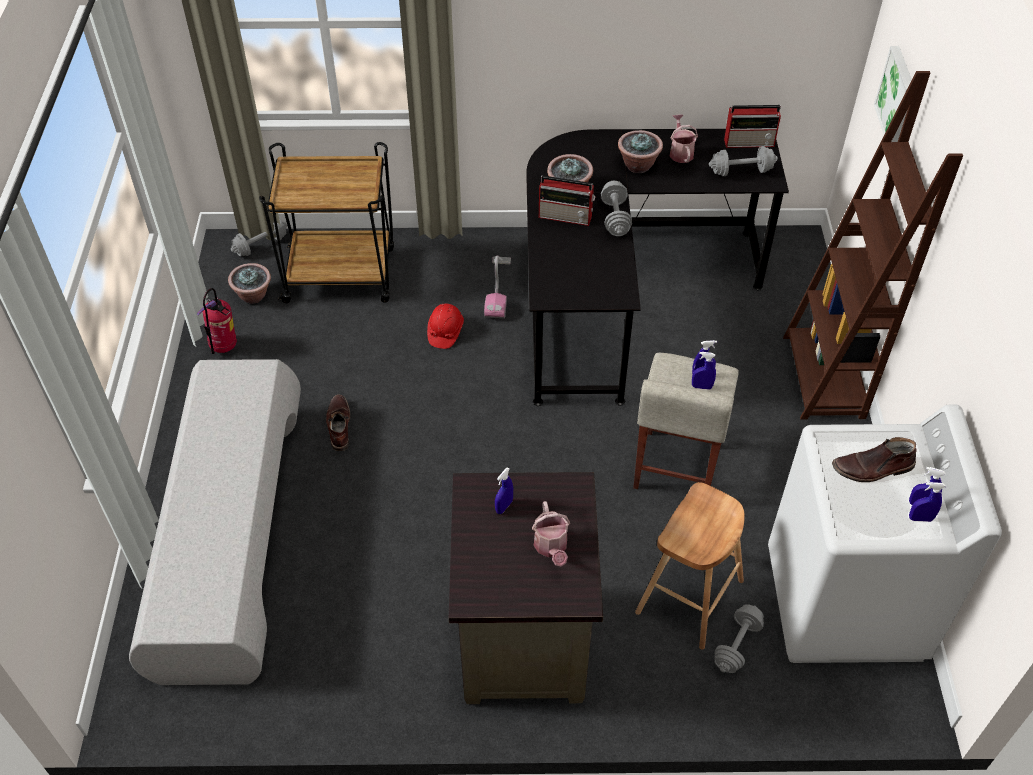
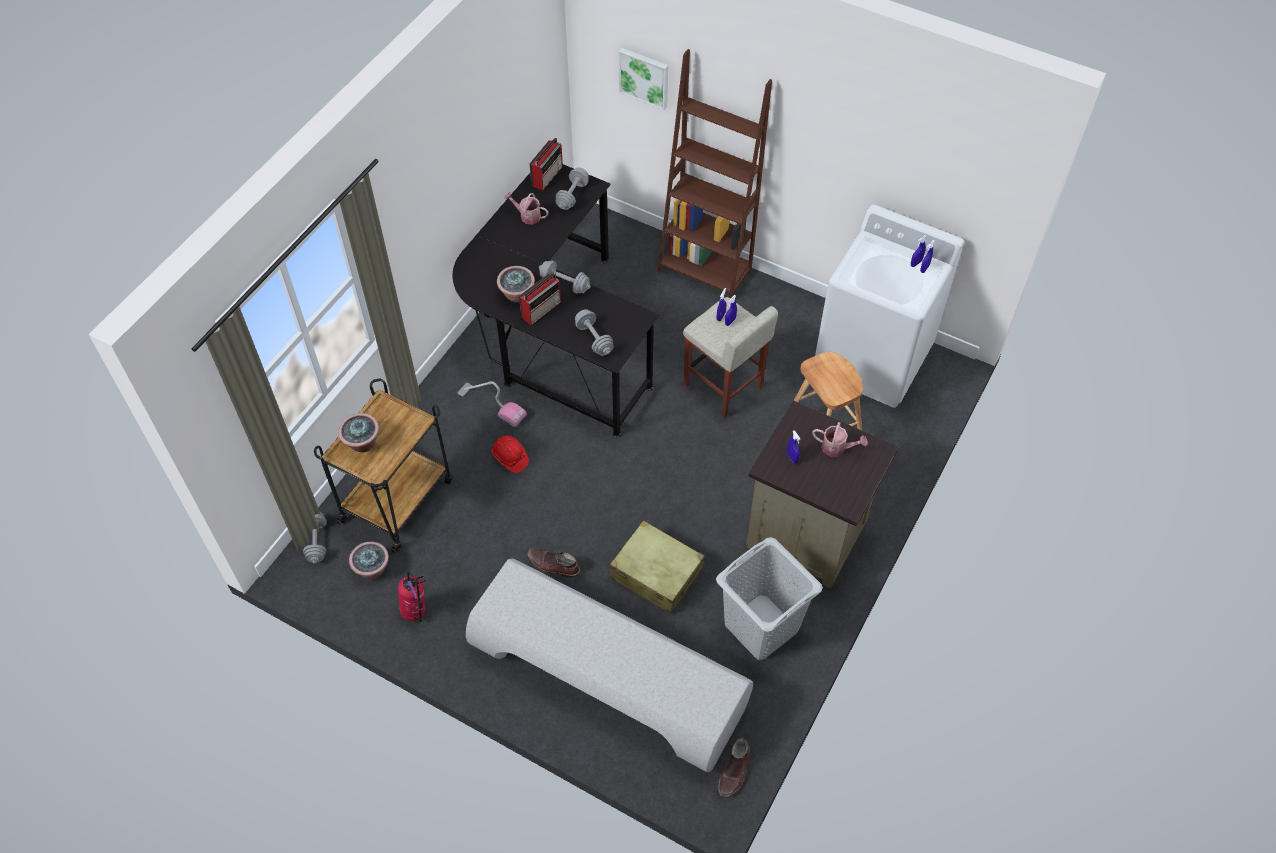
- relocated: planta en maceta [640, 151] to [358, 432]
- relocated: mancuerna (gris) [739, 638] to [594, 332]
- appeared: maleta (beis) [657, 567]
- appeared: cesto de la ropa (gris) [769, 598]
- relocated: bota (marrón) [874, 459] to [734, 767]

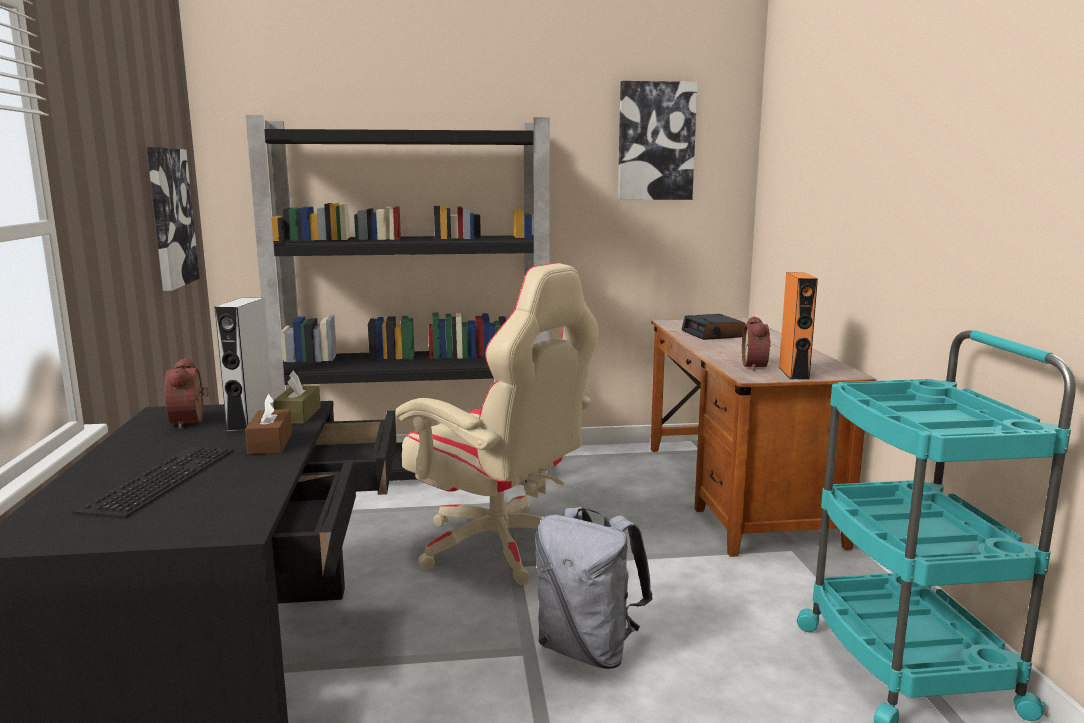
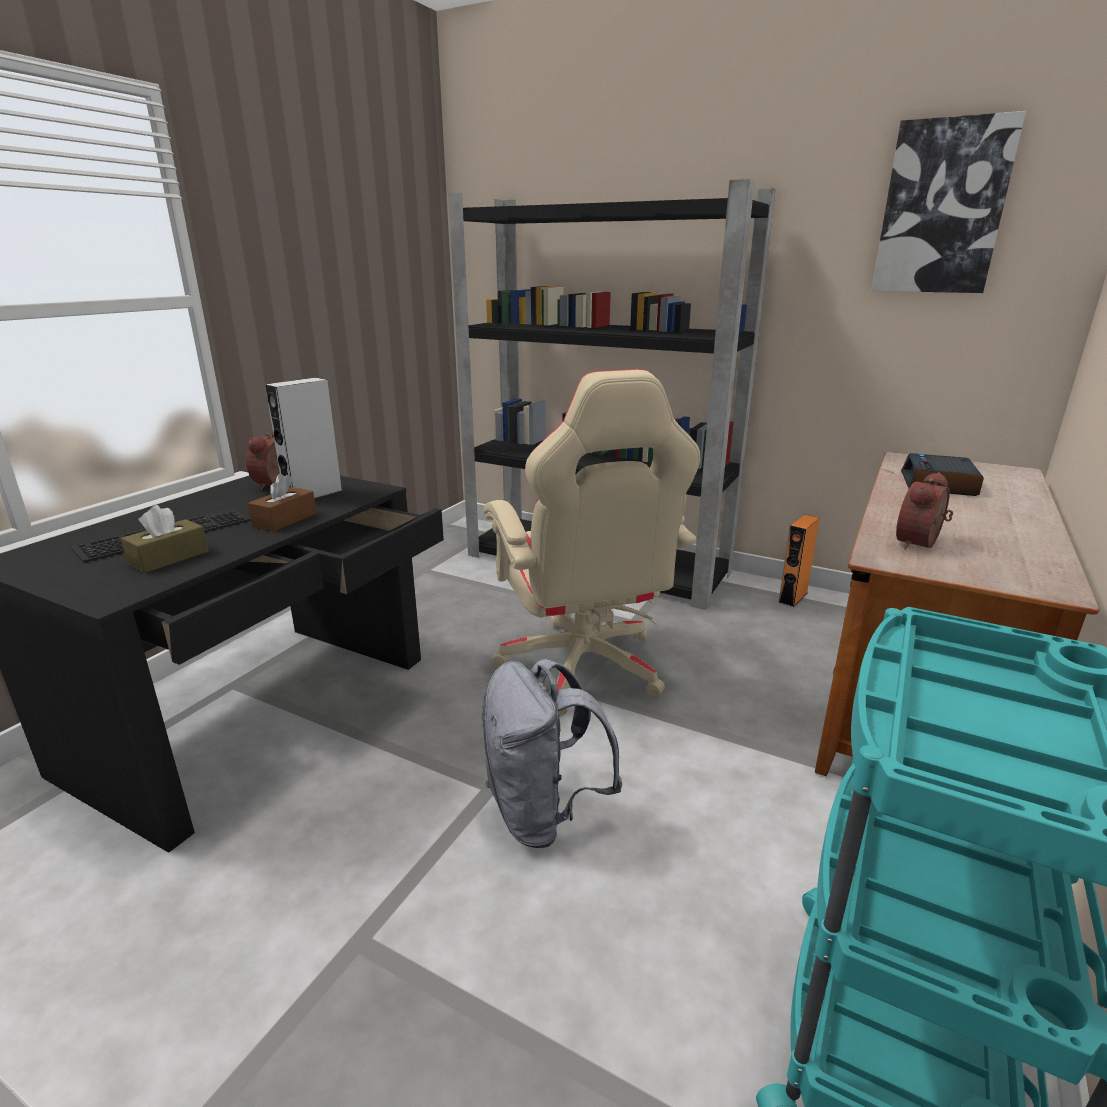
- relocated: caja de pañuelos (marrón) [297, 397] to [165, 539]
- relocated: altavoz (naranja) [798, 326] to [799, 561]
- missing: cuadro [173, 219]

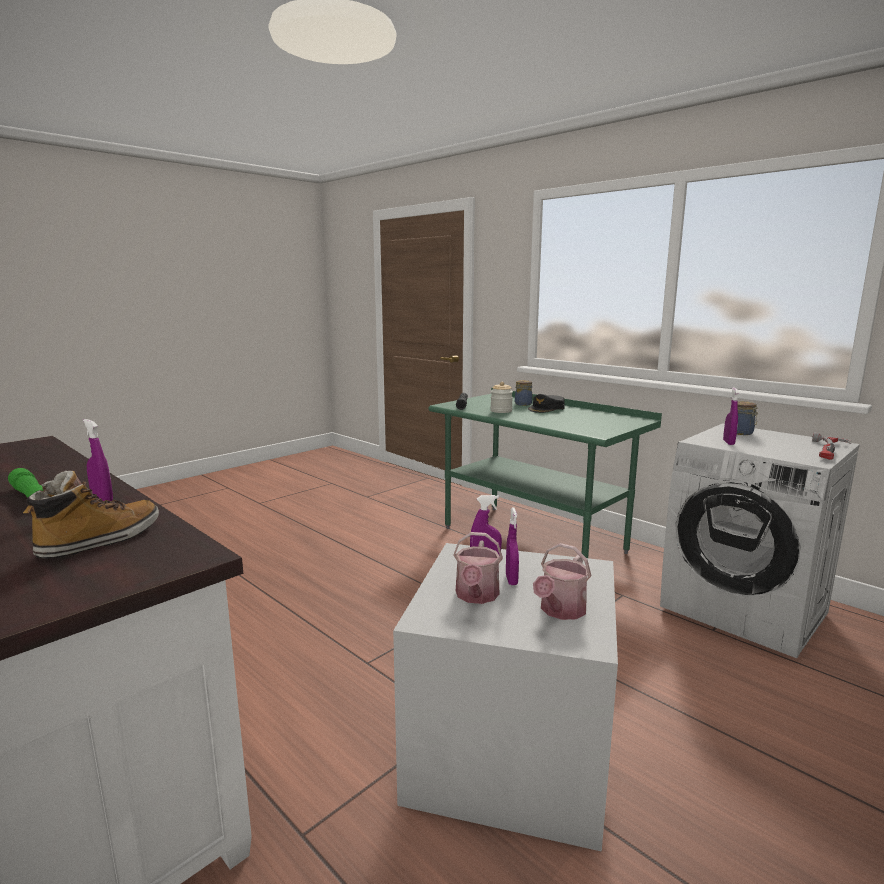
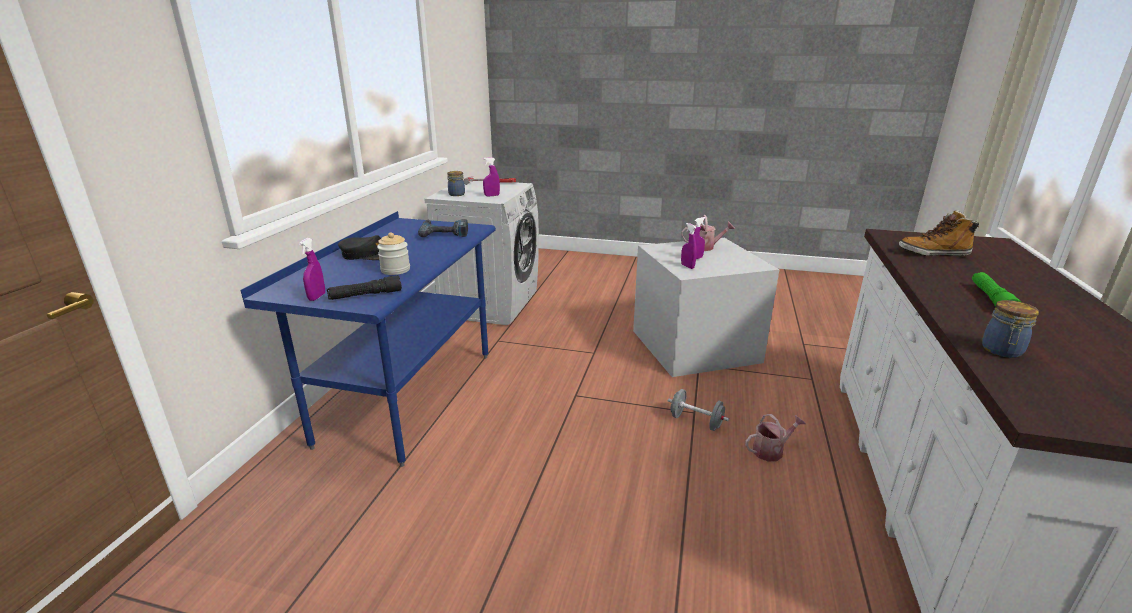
- colour: escritorio (verde) [545, 473] to escritorio (azul) [368, 339]
- relocated: pulverizador (morado) [98, 460] to [312, 269]
- appeared: taladro [443, 228]
- appeared: mancuerna (gris) [698, 410]
- relocated: regadera [478, 568] to [775, 438]
- relocated: tarro [523, 393] to [1010, 329]

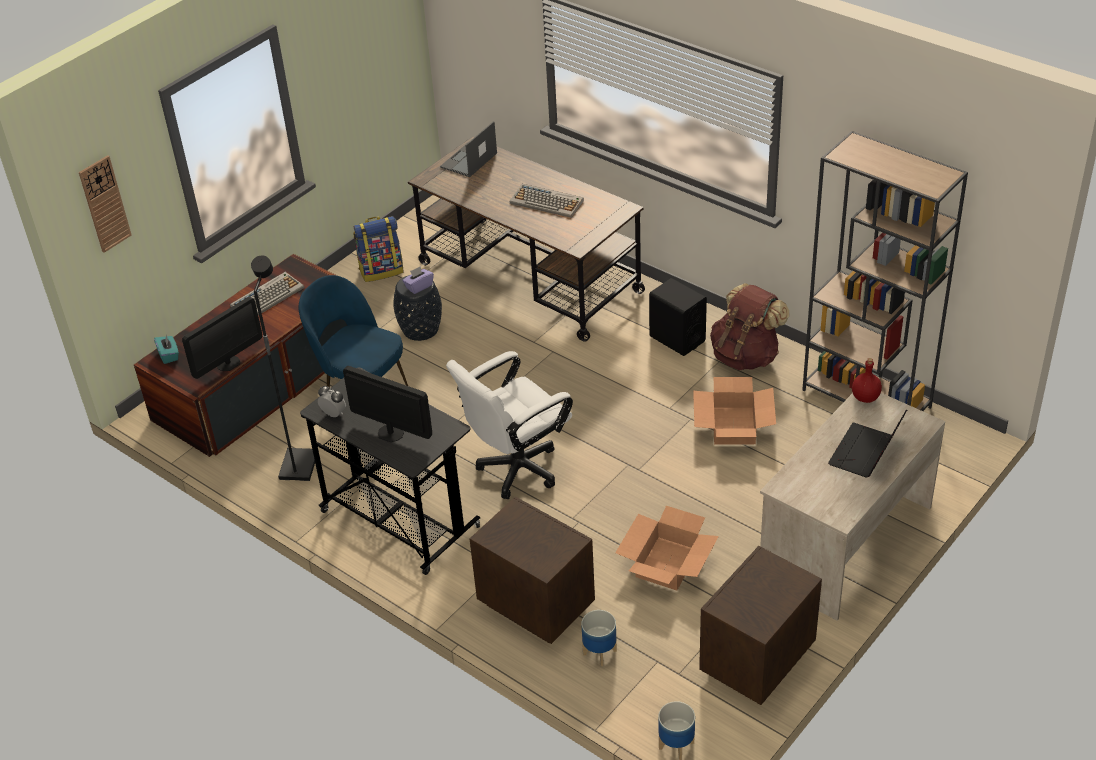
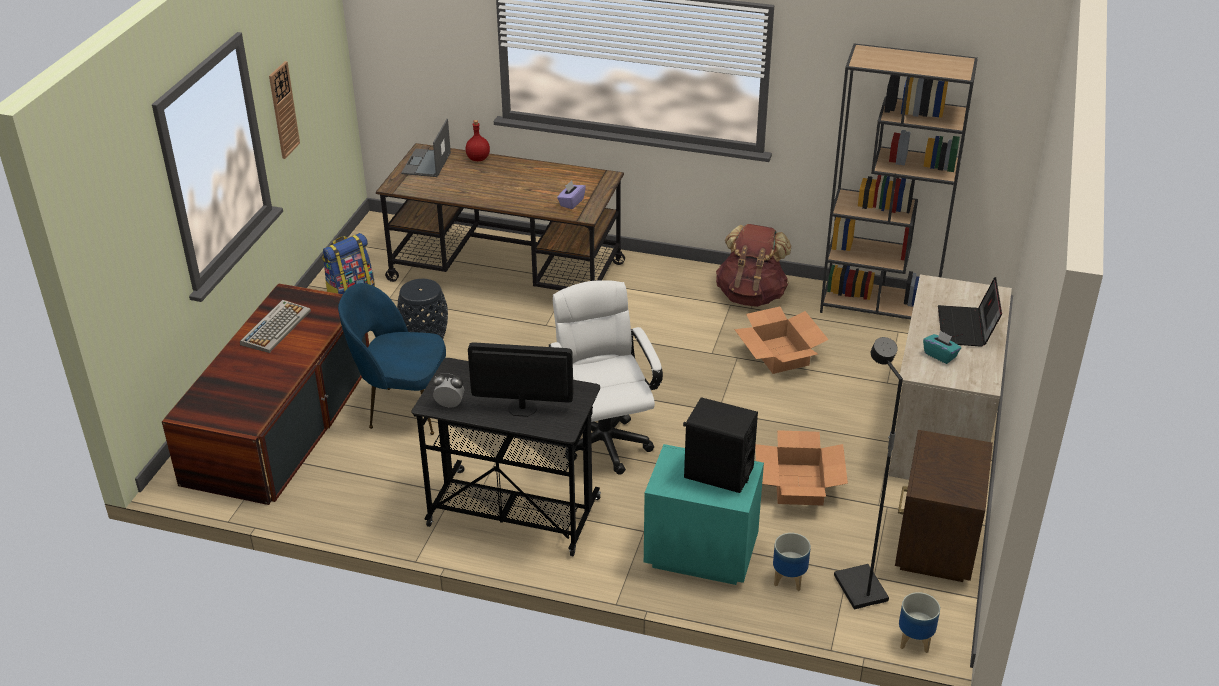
- relocated: reloj de pared [105, 204] to [284, 110]
- relocated: botella (rojo) [867, 380] to [478, 140]
- spun: silla de oficina (blanco) [509, 425] = [606, 377] 135 degrees clockwise
- relocated: caja de pañuelos (morado) [418, 280] to [571, 195]
- colour: mesita de noche (marrón) [532, 570] to mesita de noche (turquesa) [704, 514]
- relocated: altavoz (negro) [678, 317] to [720, 445]
- relocated: lámpara de pie (negro) [283, 368] to [868, 473]
- relocated: caja de pañuelos (turquesa) [166, 349] to [942, 347]
- missing: monitor [222, 338]
- missing: teclado [547, 201]

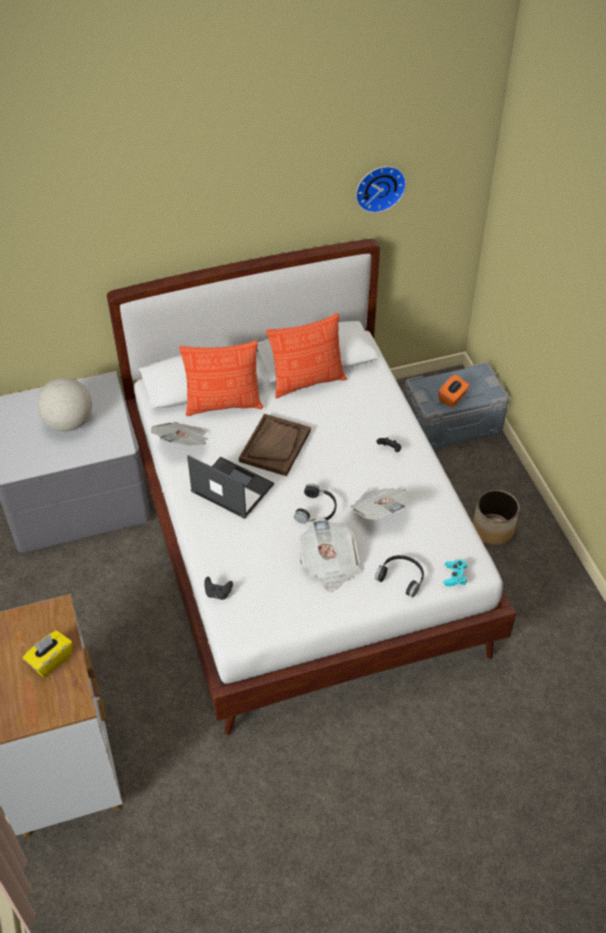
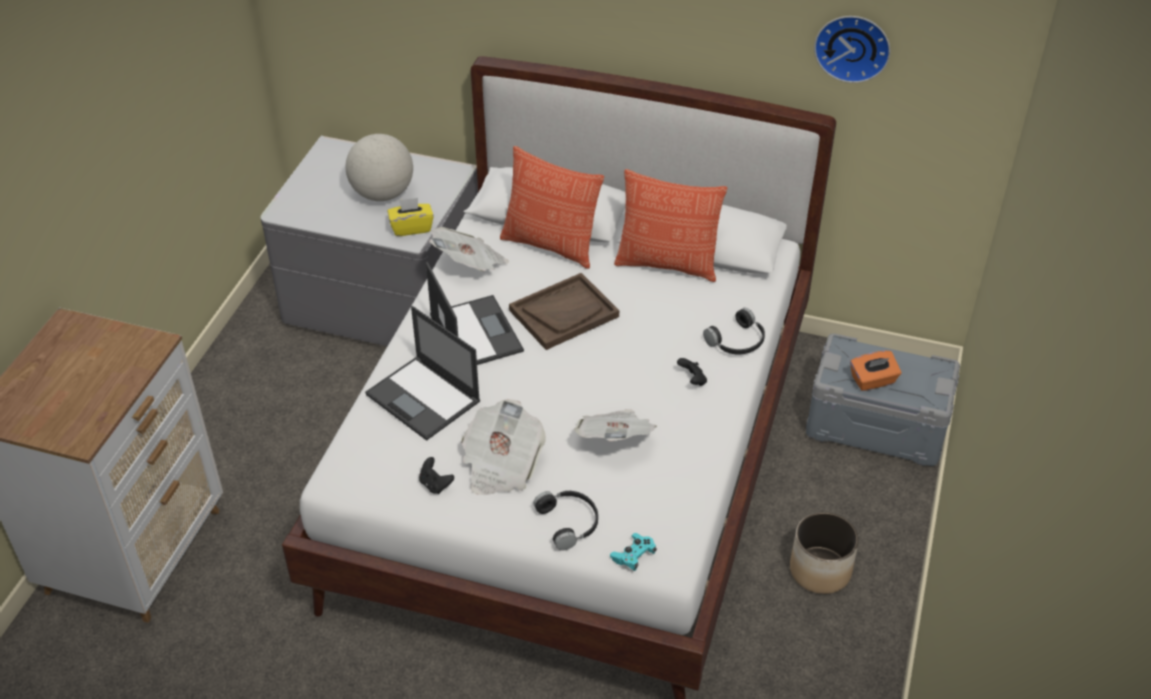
- appeared: portátil [422, 373]
- relocated: caja de pañuelos (amarillo) [48, 653] to [411, 217]
- relocated: mando de consola (negro) [218, 588] to [436, 475]
- relocated: auriculares (negro) [315, 503] to [734, 331]

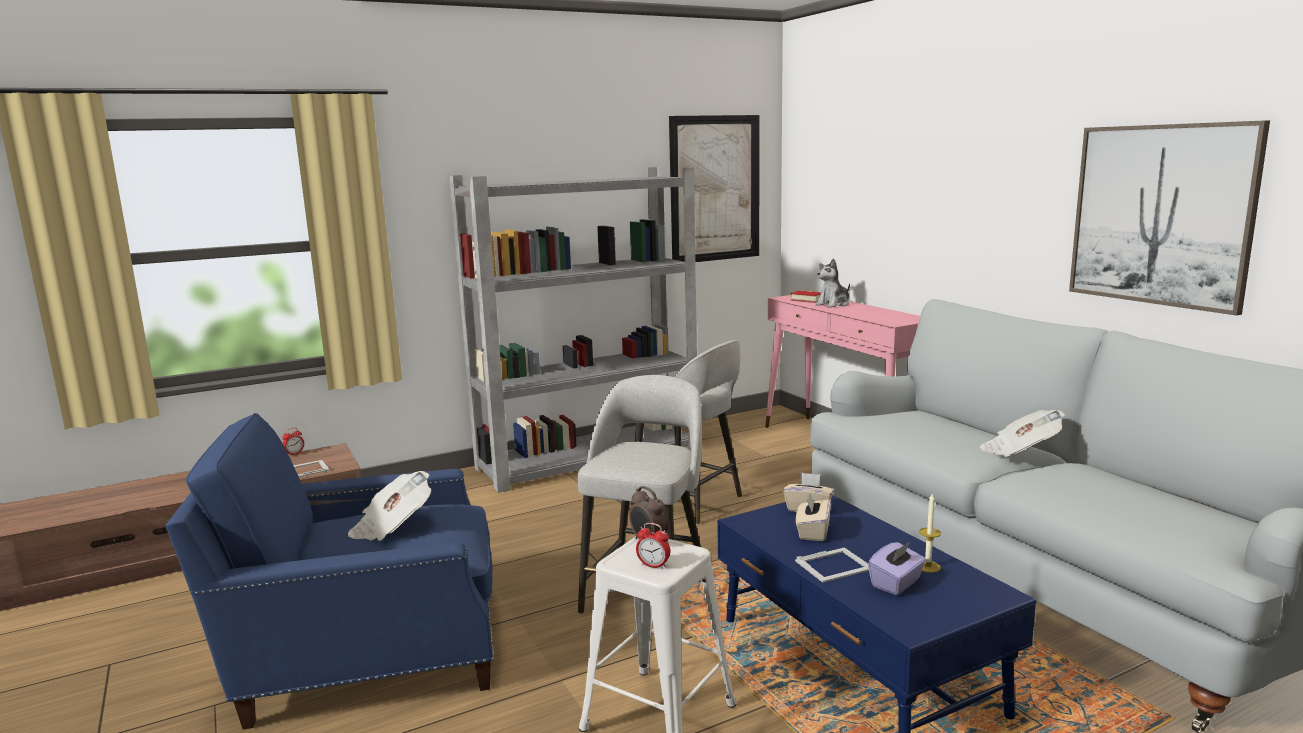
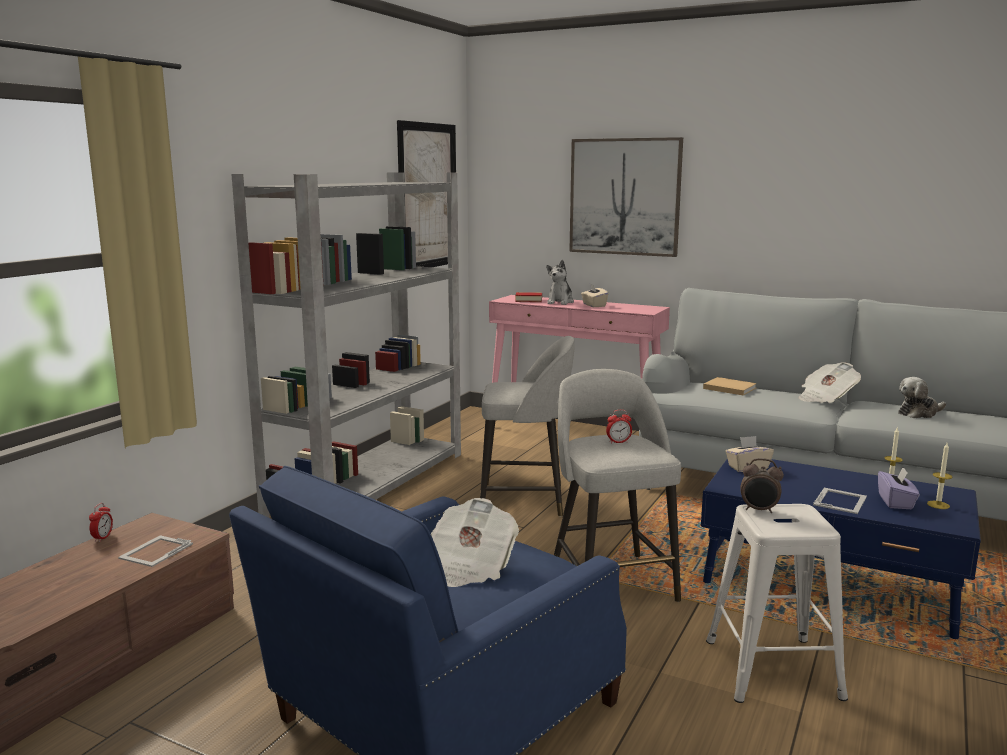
- relocated: cuadro [1169, 218] to [626, 197]
- relocated: caja de pañuelos (beis) [813, 517] to [594, 295]
- relocated: despertador [653, 546] to [619, 427]
- appeared: libro (beis) [730, 386]
- appeared: peluche [922, 397]
- appeared: vela [939, 476]

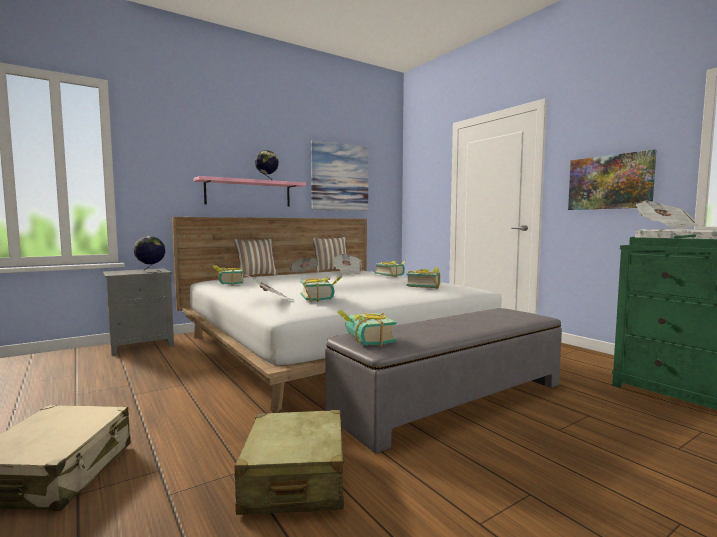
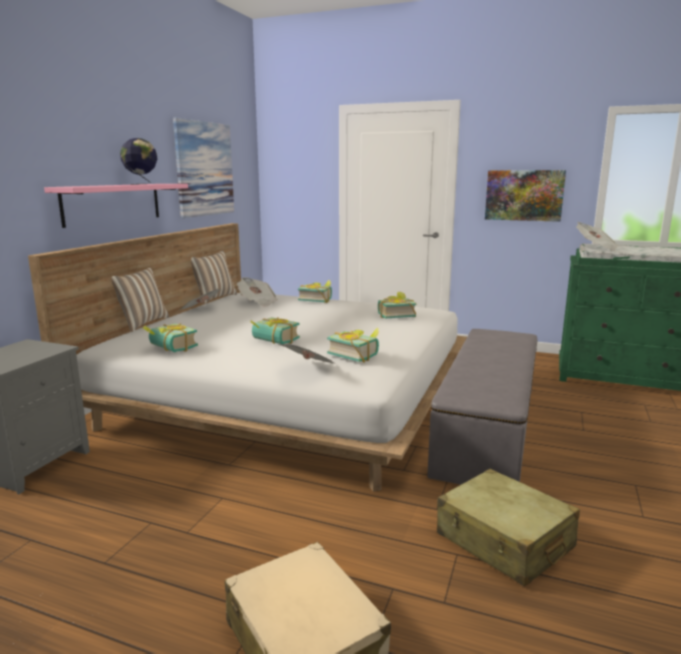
- relocated: libro [367, 328] to [275, 330]
- missing: globo terráqueo [149, 254]

